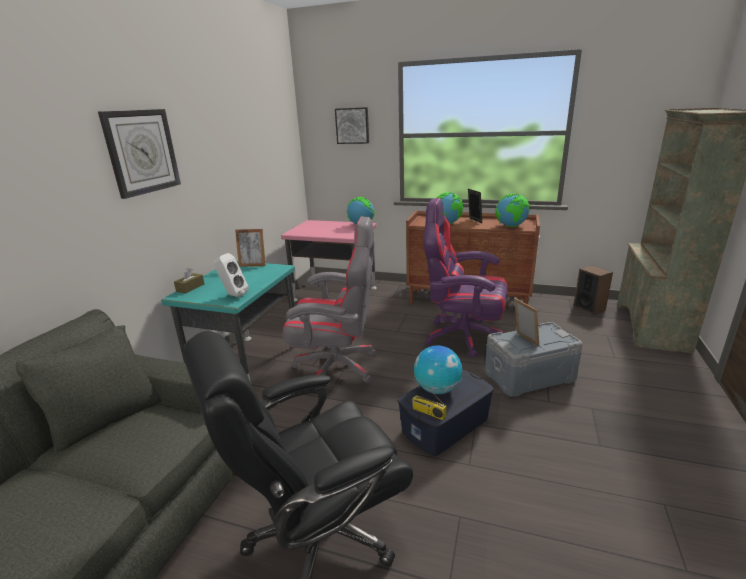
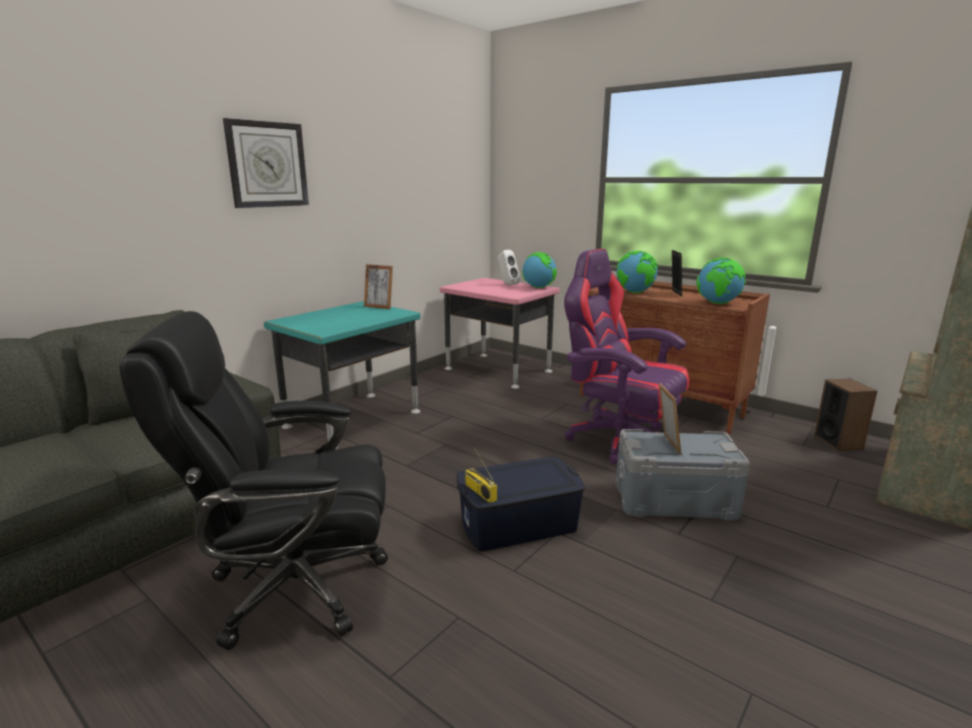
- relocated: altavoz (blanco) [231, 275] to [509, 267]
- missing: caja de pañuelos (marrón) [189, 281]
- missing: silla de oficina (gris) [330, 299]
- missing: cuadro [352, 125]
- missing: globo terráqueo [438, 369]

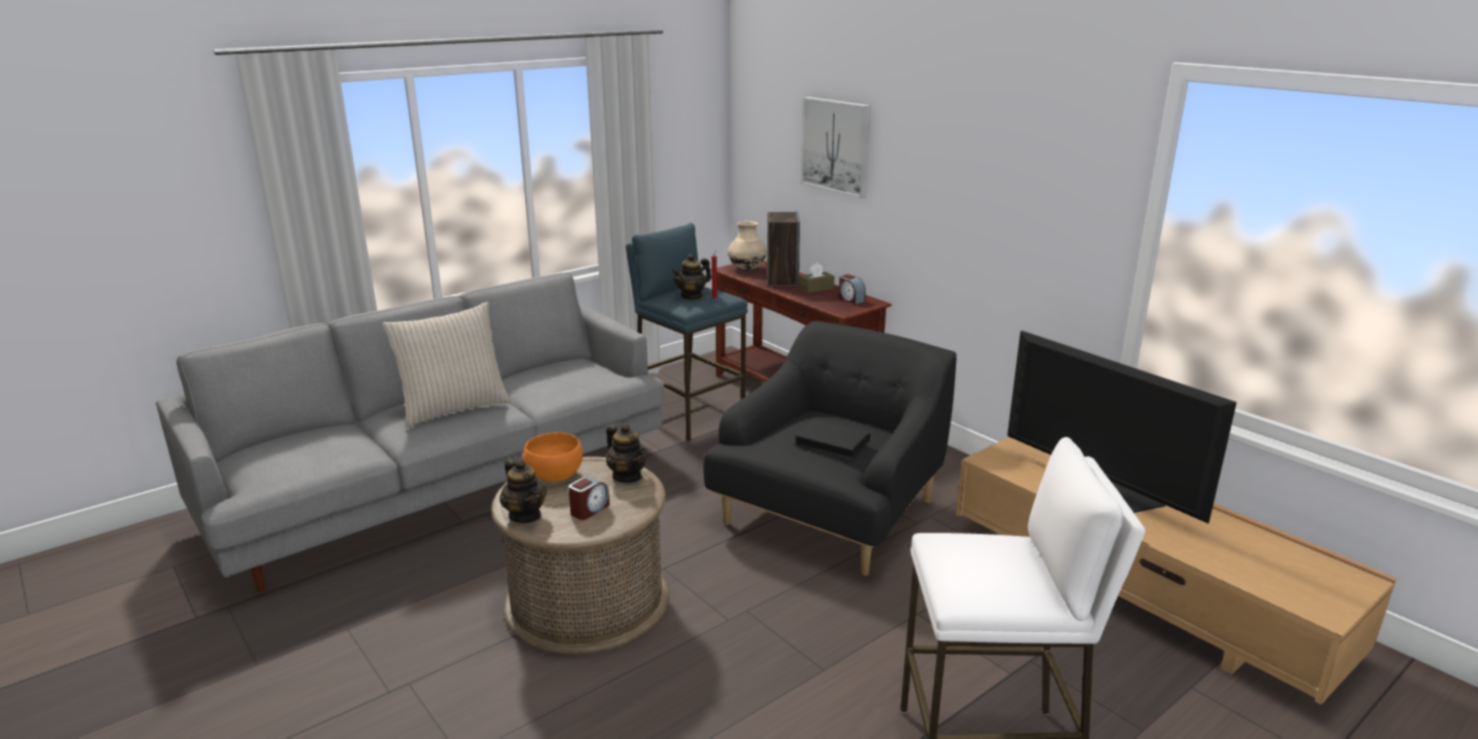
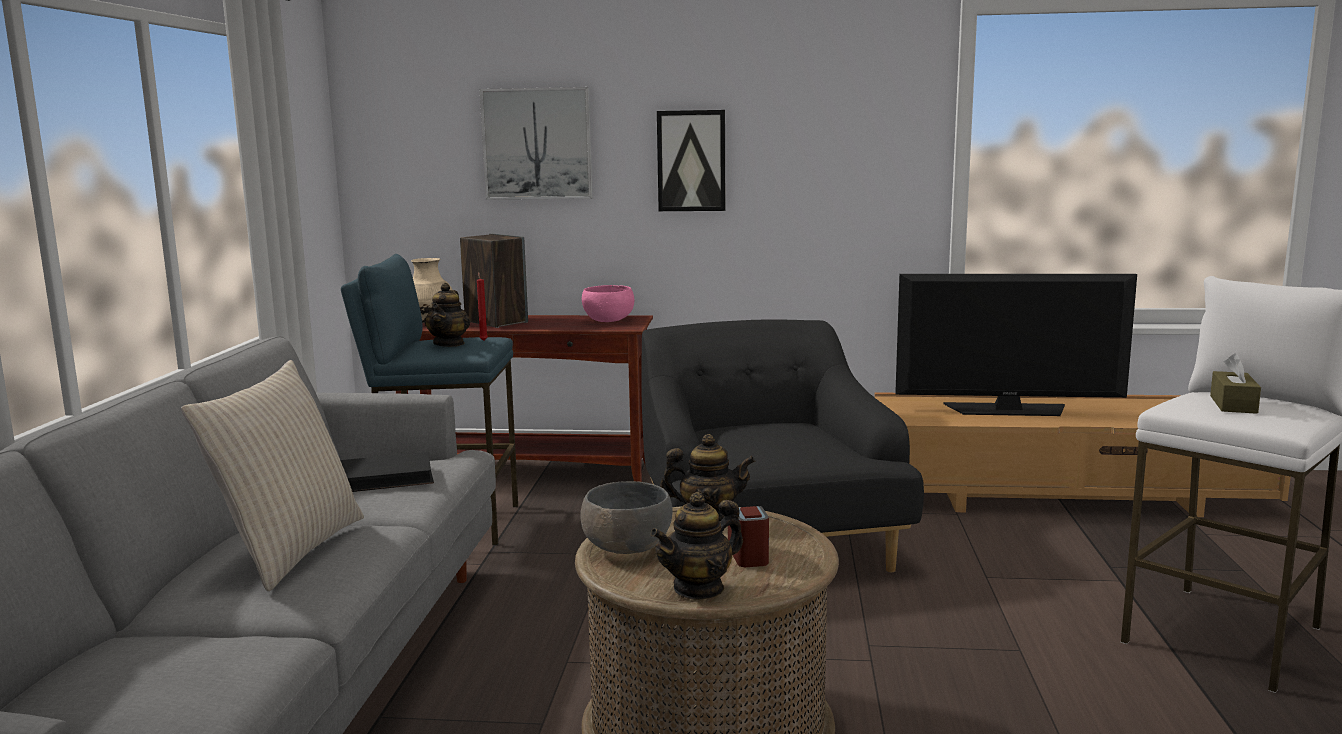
- relocated: libro (negro) [832, 439] to [387, 472]
- colour: cuenco (naranja) [553, 457] to cuenco (gris) [626, 517]
- exchanged: despertador [852, 289] to cuenco (rosa) [608, 303]
- spun: tetera [523, 491] = [696, 546] 135 degrees clockwise
- appeared: cuadro [691, 160]
- relocated: caja de pañuelos (marrón) [817, 278] to [1235, 383]

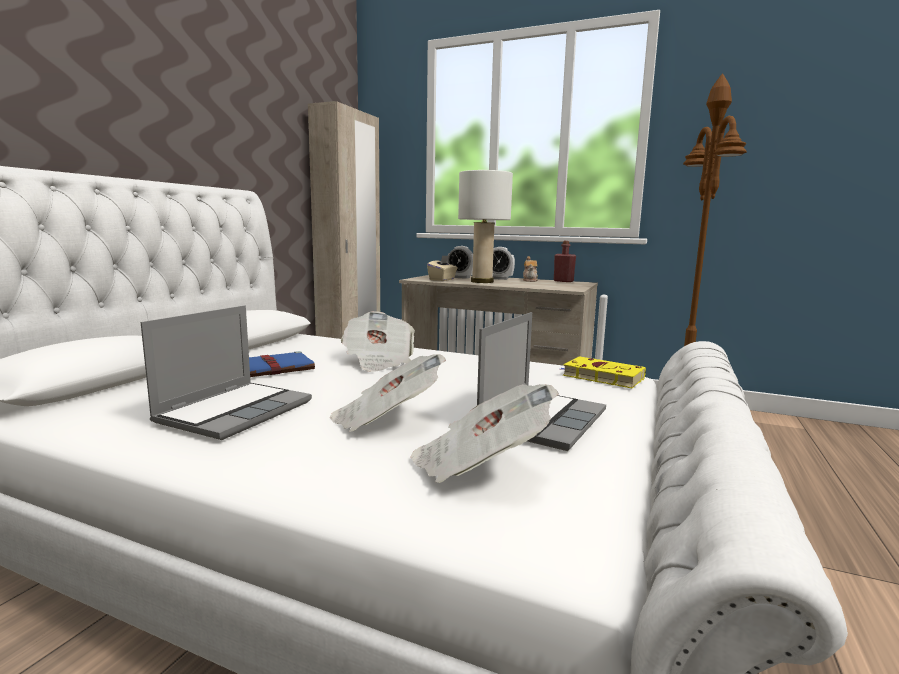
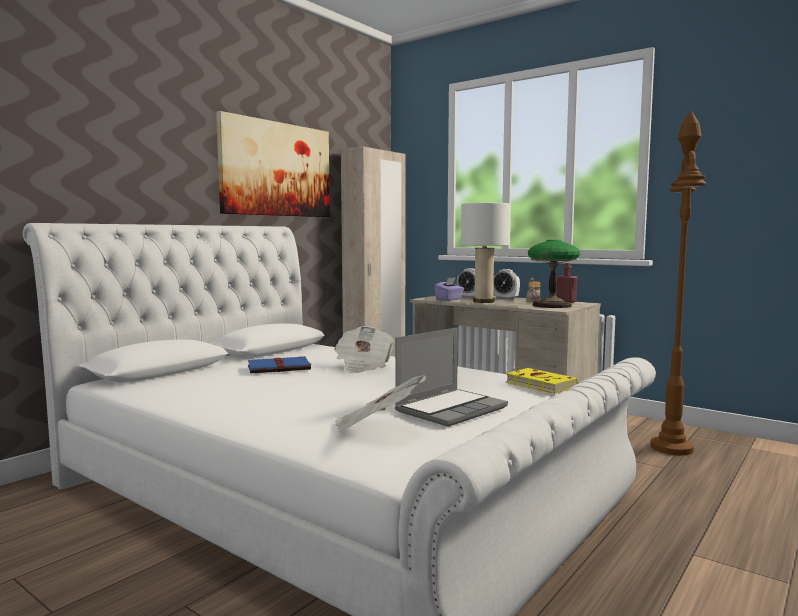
- appeared: cuadro [273, 164]
- colour: caja de pañuelos (beis) [442, 268] to caja de pañuelos (morado) [449, 289]
- appeared: lámpara de mesa [554, 274]
- missing: portátil [226, 372]
- missing: periódico [388, 393]

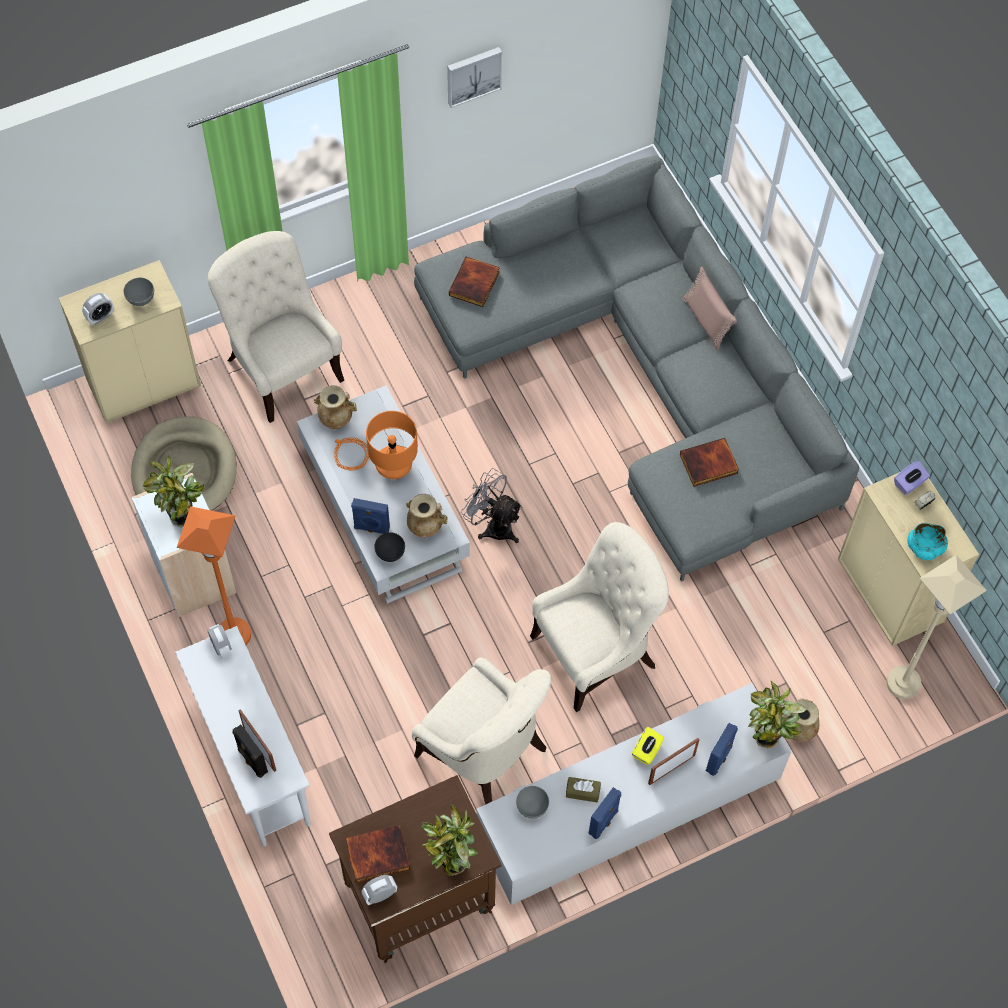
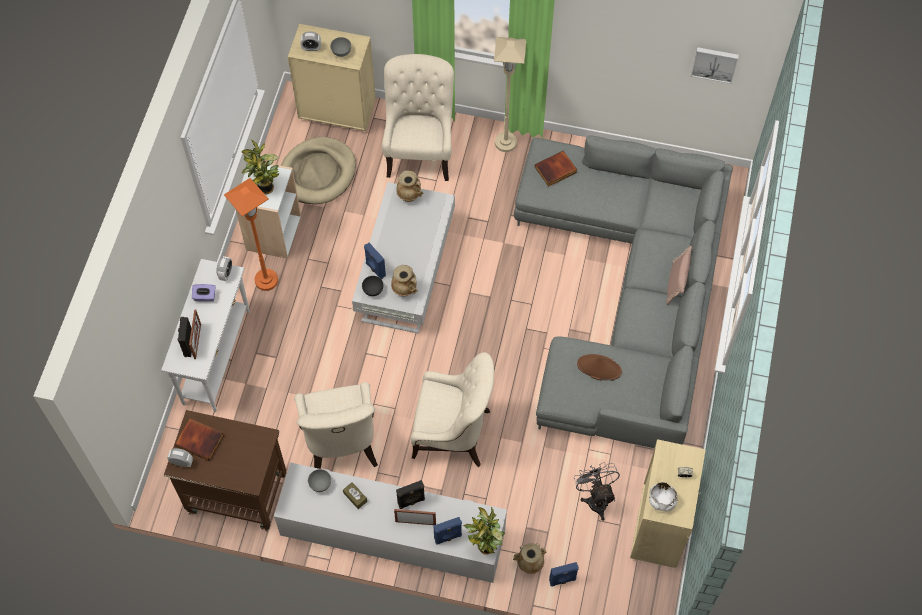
- relocated: caja de pañuelos (morado) [912, 478] to [204, 293]
- exchanged: caja de pañuelos (amarillo) [648, 746] to altavoz (negro) [410, 494]
- relocated: lámpara de pie (beis) [936, 627] to [510, 94]
- relocated: altavoz (azul) [605, 813] to [564, 574]
- relocated: ventilador (gris) [492, 505] to [597, 491]
- exchanged: libro [709, 462] to sombrero (marrón) [599, 367]
- colour: cuenco (turquesa) [928, 541] to cuenco (blanco) [663, 496]
- relocated: cuadro [474, 77] to [715, 65]
- missing: lámpara de mesa (naranja) [376, 445]
- missing: planta en maceta [449, 840]

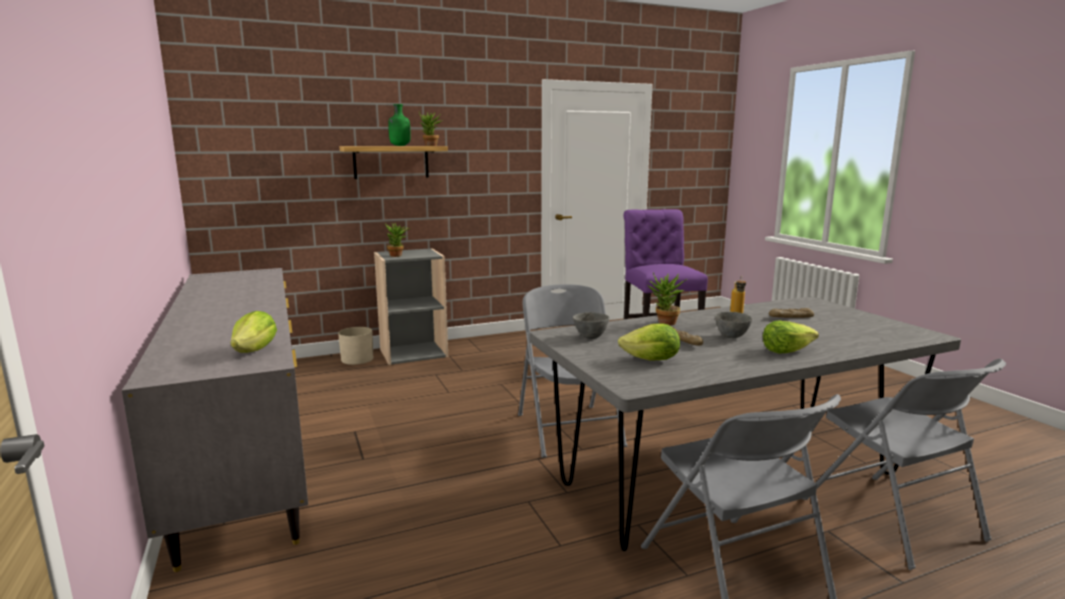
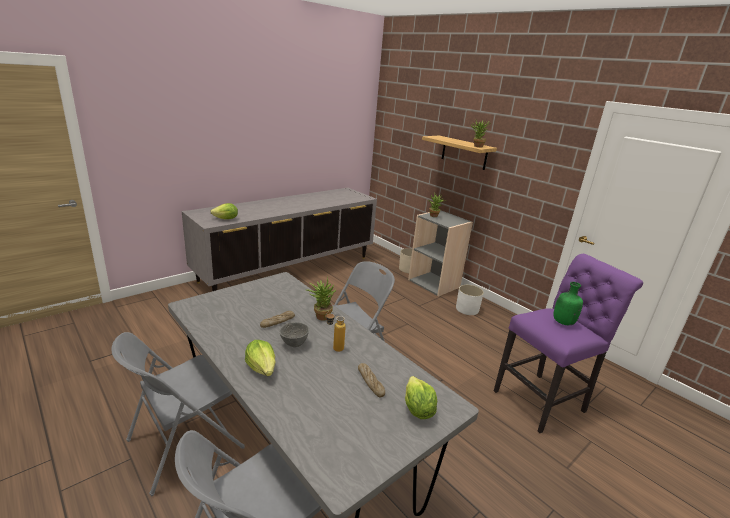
- relocated: lechuga [649, 341] to [421, 397]
- appeared: maceta (blanco) [470, 300]
- relocated: botella (verde) [399, 125] to [568, 303]
- missing: cuenco (gris) [591, 325]

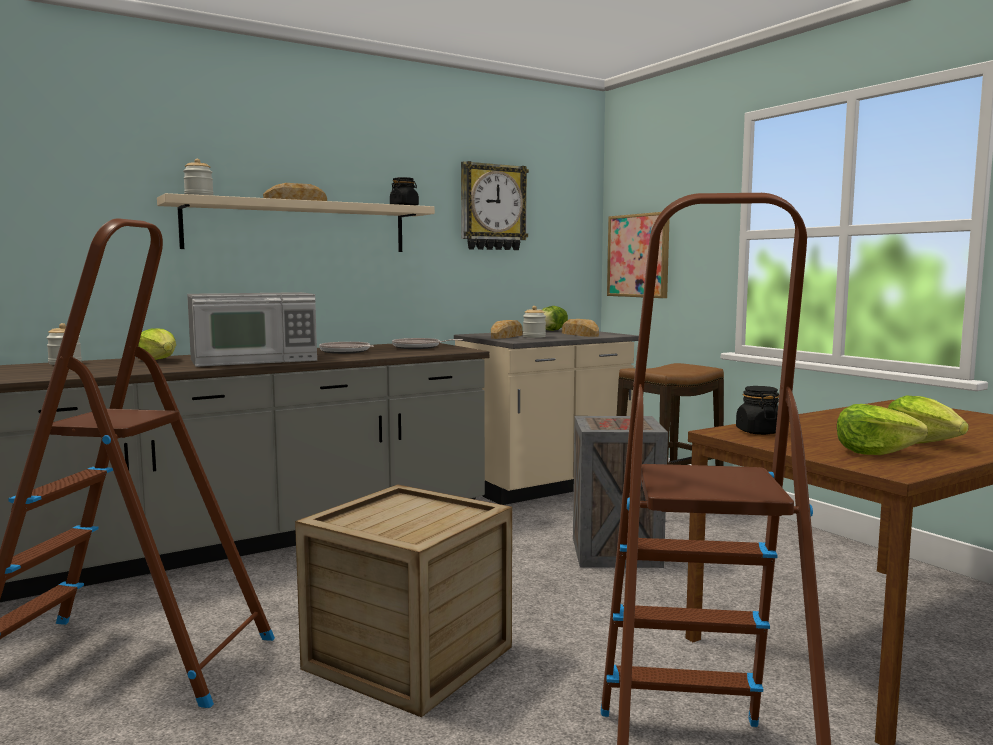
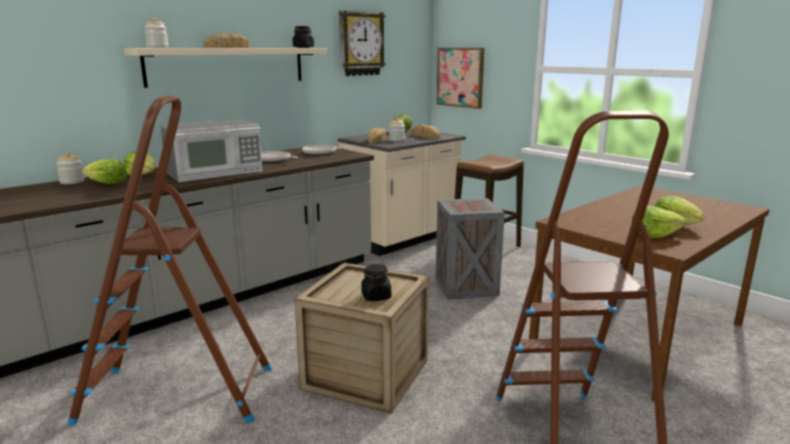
- appeared: lechuga [104, 171]
- relocated: tarro (negro) [757, 410] to [376, 282]

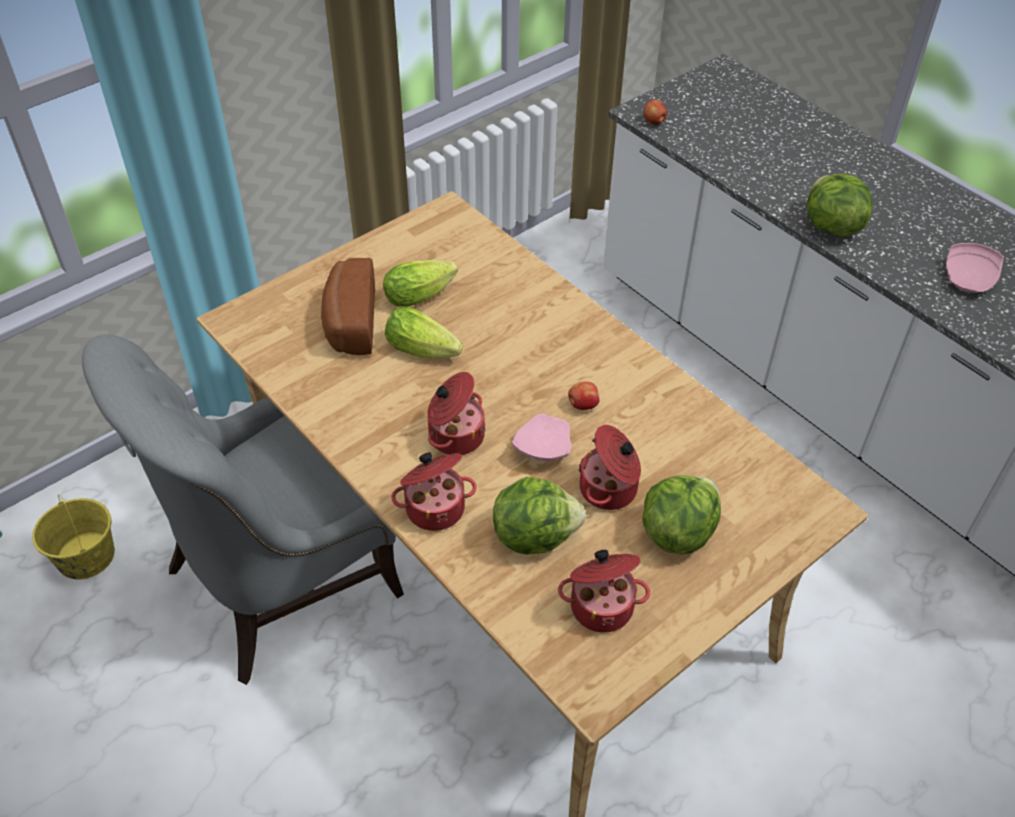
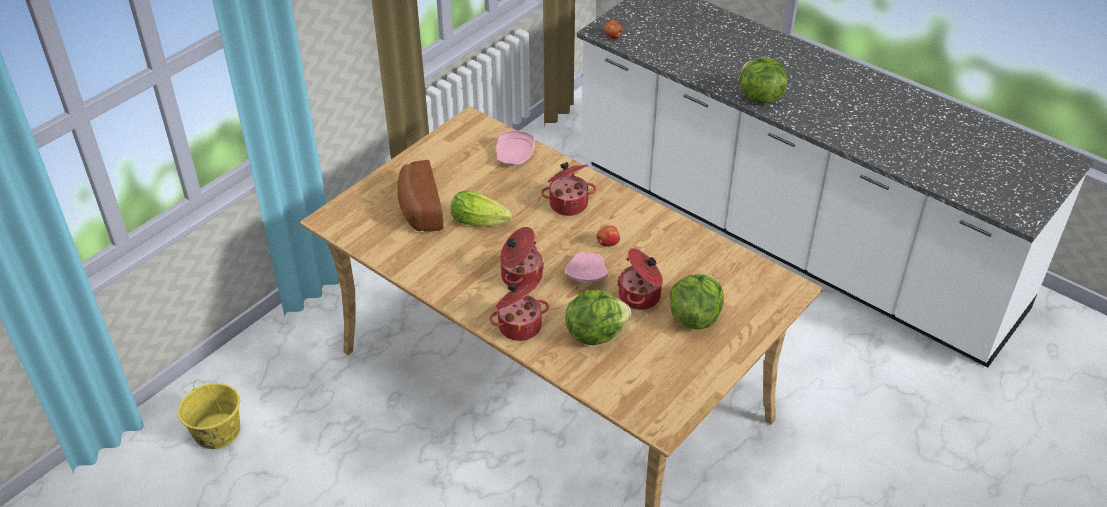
- relocated: plato (rosa) [974, 268] to [515, 148]
- relocated: olla [604, 591] to [568, 189]
- missing: silla (gris) [243, 509]
- missing: lechuga [420, 283]

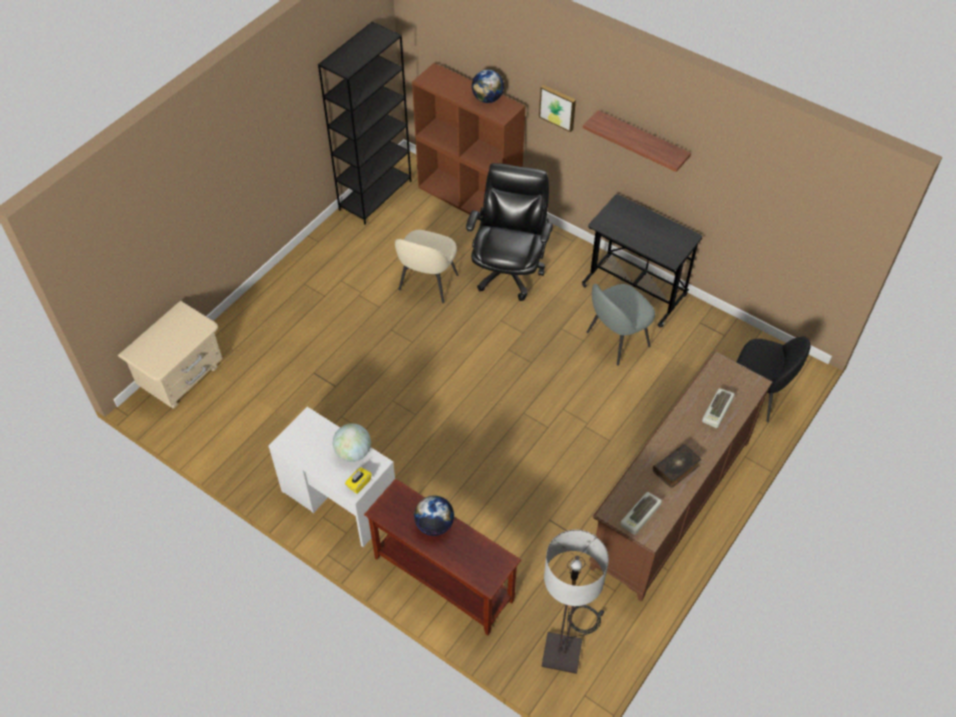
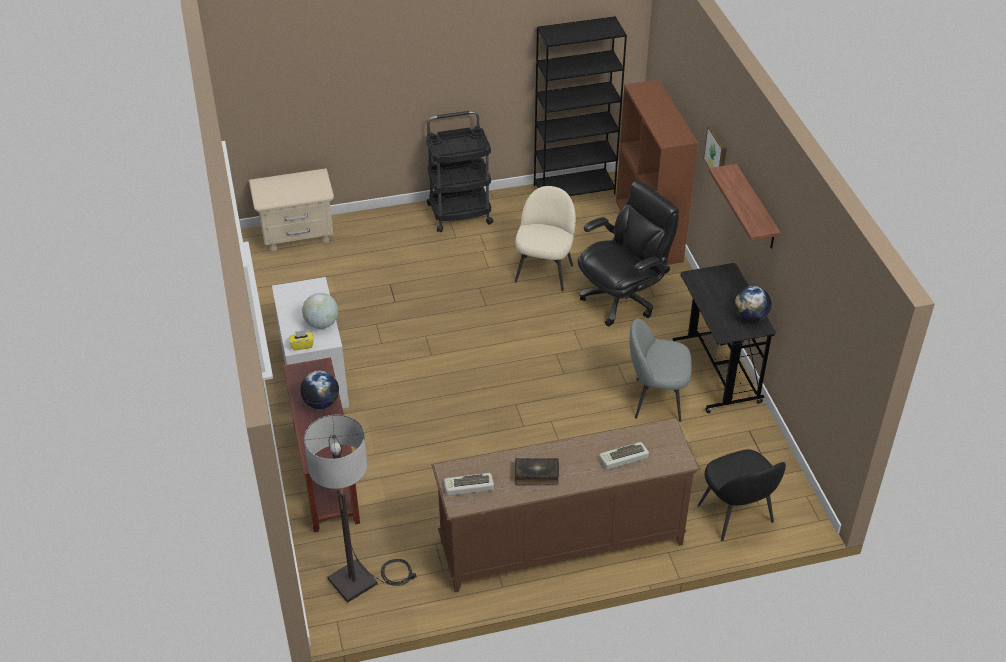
- appeared: carrito (negro) [460, 171]
- spun: silla (beis) [426, 266] = [545, 238] 135 degrees clockwise
- relocated: globo terráqueo [488, 86] to [752, 304]

